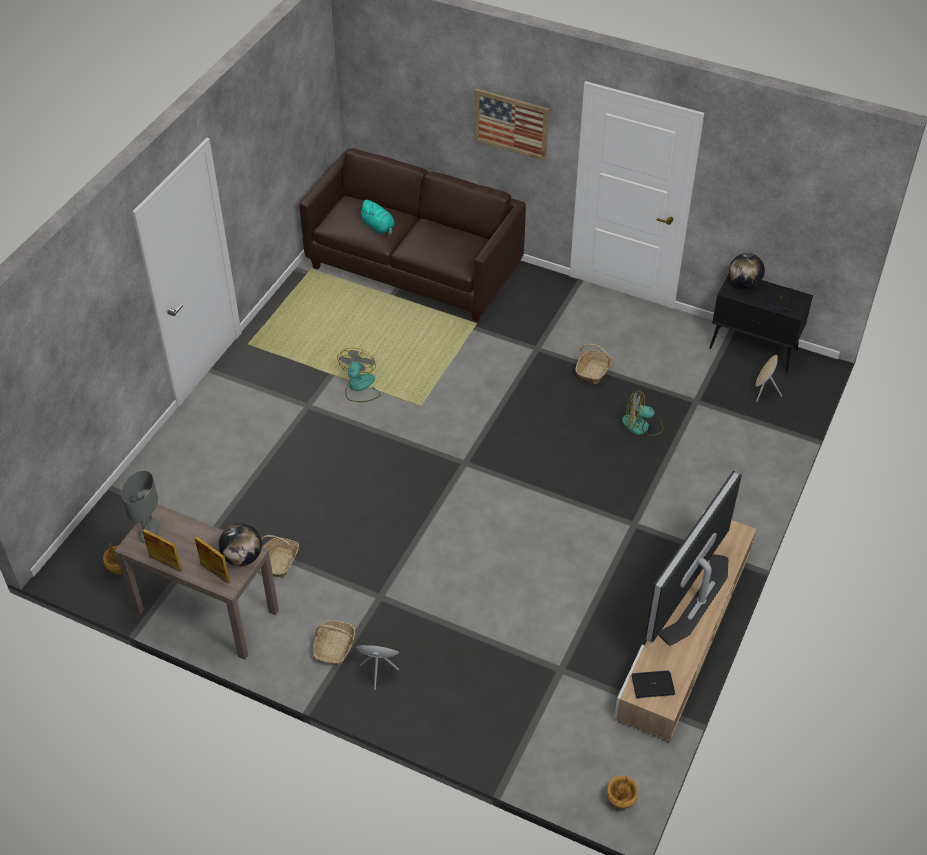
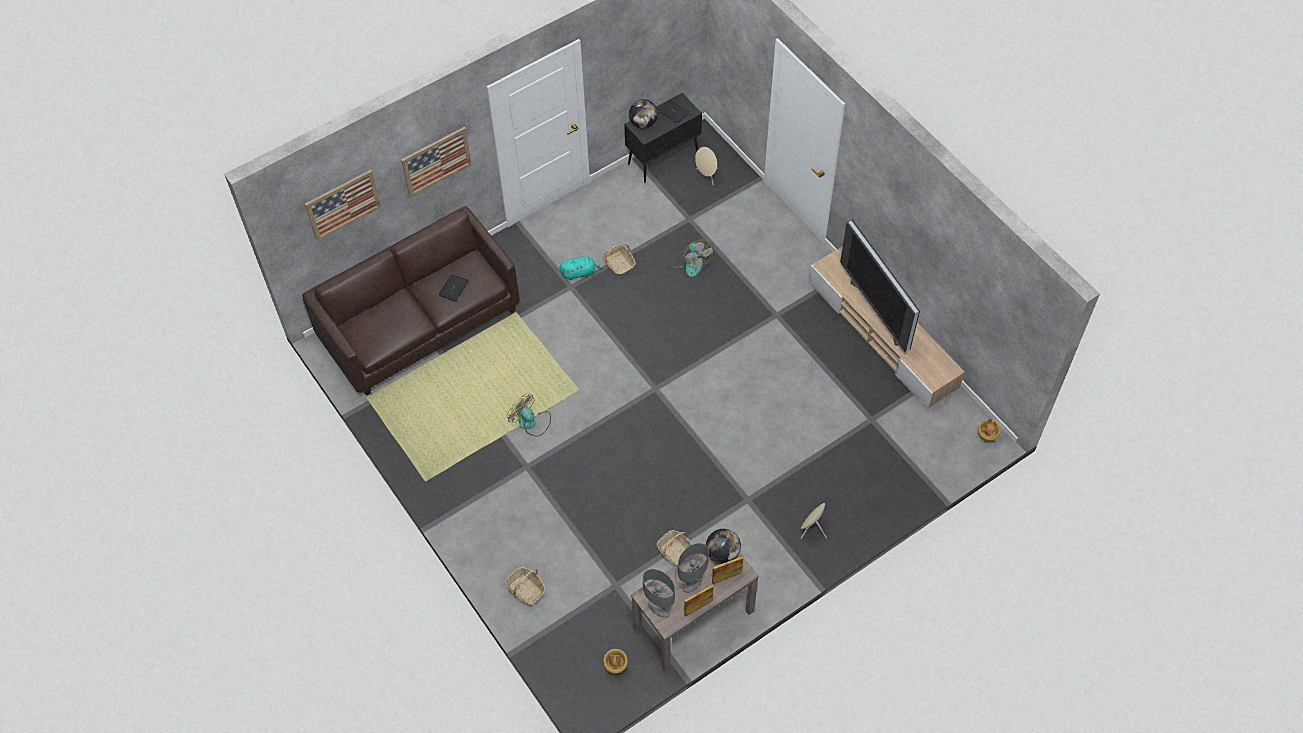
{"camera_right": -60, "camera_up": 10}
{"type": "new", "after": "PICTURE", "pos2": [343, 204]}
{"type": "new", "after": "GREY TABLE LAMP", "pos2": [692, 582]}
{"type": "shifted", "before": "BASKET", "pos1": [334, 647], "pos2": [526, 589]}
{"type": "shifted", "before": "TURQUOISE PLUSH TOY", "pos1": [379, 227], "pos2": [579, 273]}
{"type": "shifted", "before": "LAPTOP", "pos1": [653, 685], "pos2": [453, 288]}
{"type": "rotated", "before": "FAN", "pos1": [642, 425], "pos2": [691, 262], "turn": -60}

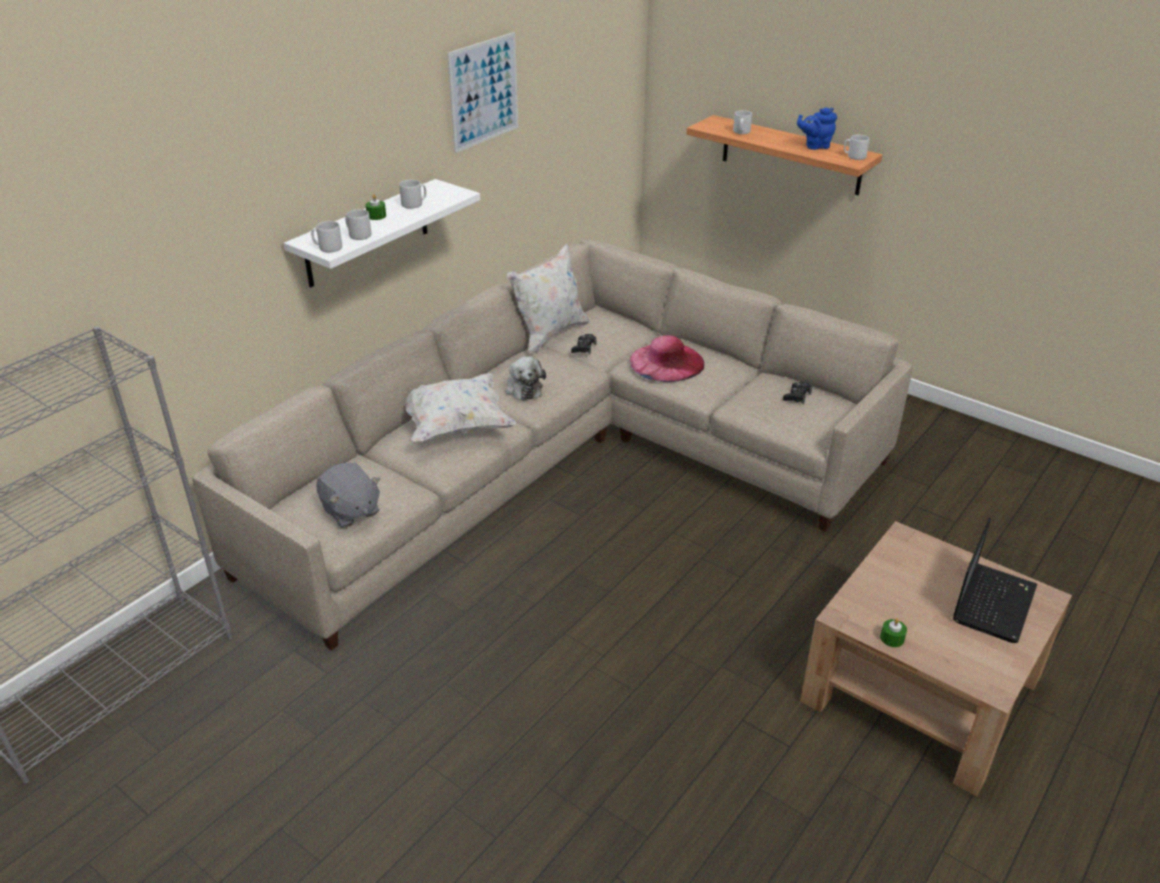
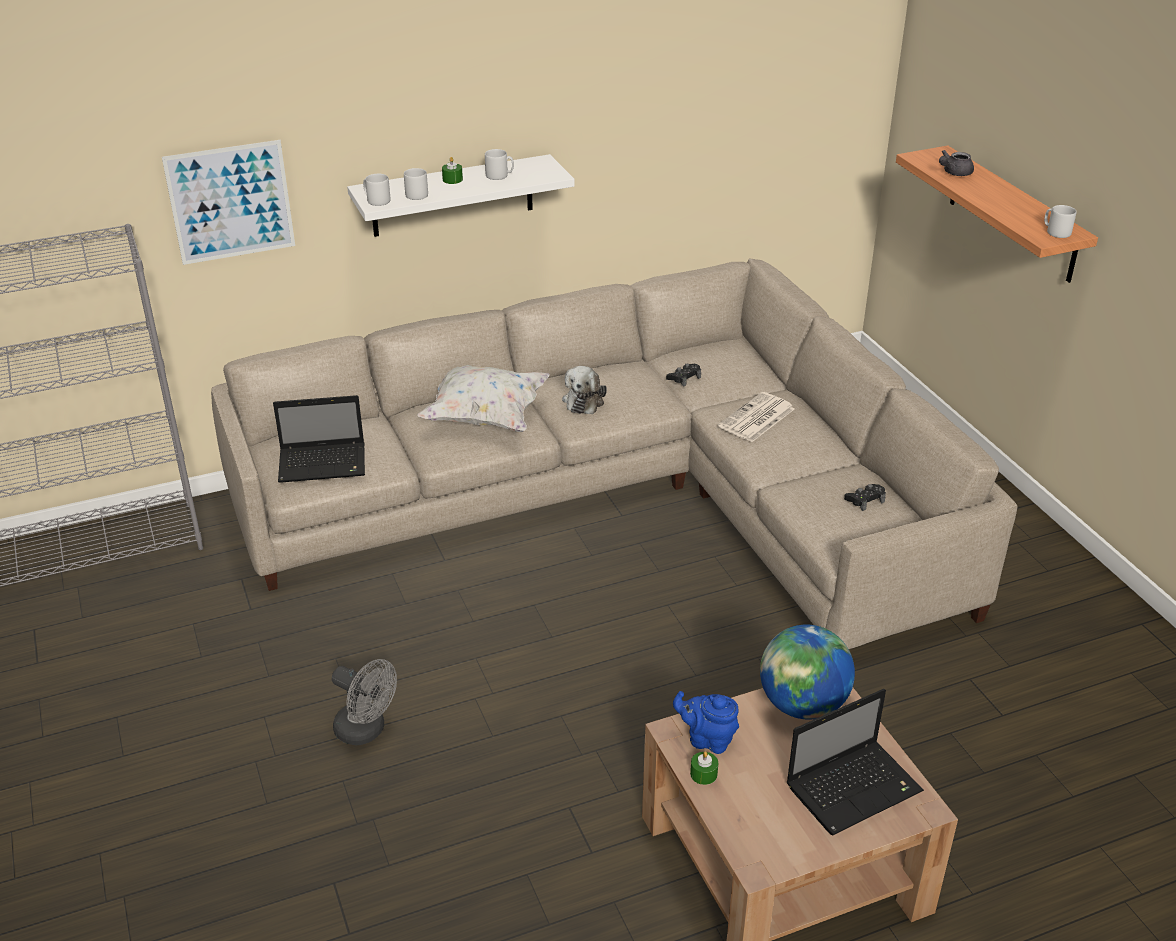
{"camera_right": 30, "camera_up": 0}
{"type": "gone", "before": "WHITE PILLOW", "pos1": [550, 334]}
{"type": "new", "after": "GREY FAN", "pos2": [366, 731]}
{"type": "new", "after": "GLOBE", "pos2": [802, 705]}
{"type": "shifted", "before": "PICTURE", "pos1": [484, 92], "pos2": [230, 202]}
{"type": "shifted", "before": "BLUE TEAPOT", "pos1": [815, 146], "pos2": [707, 739]}
{"type": "swapped", "before": "GREY PLUSH TOY", "after": "LAPTOP", "pos1": [350, 511], "pos2": [324, 464]}
{"type": "swapped", "before": "PINK HAT", "after": "NEWSPAPER", "pos1": [666, 362], "pos2": [756, 419]}
{"type": "swapped", "before": "GREY MUG", "after": "GREY TEAPOT", "pos1": [741, 132], "pos2": [953, 173]}

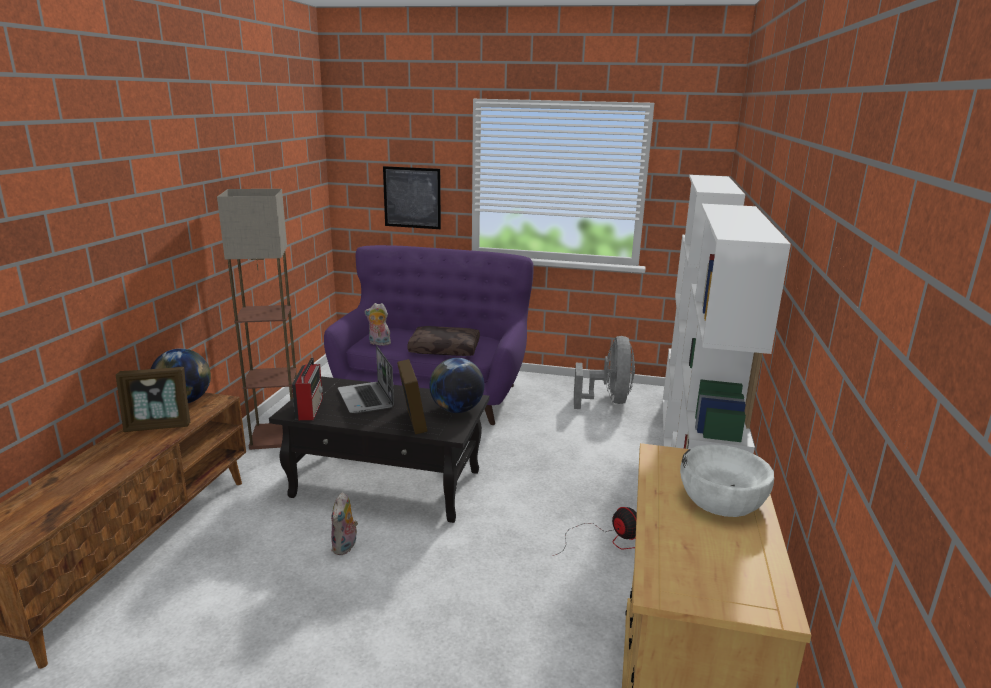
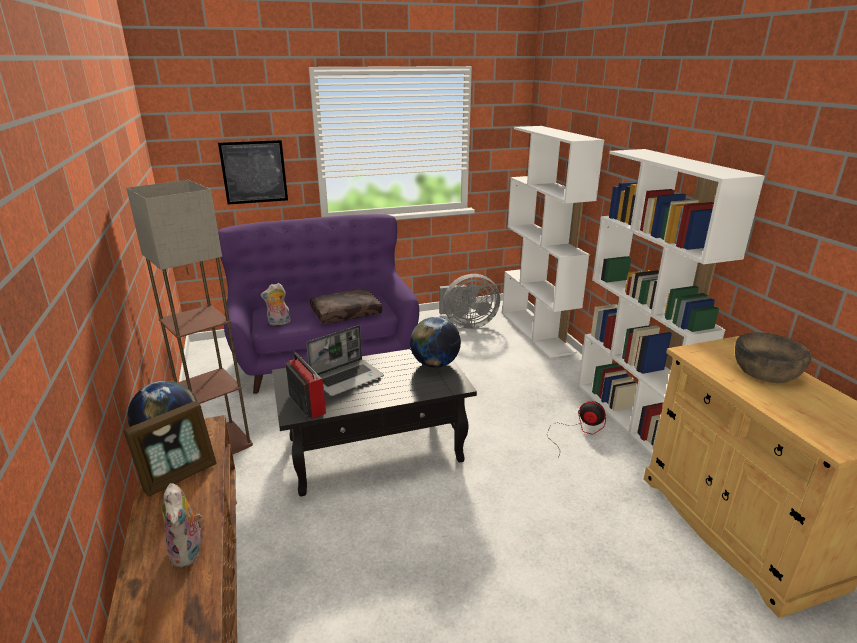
{"camera_right": -30, "camera_up": 5}
{"type": "gone", "before": "PICTURE FRAME", "pos1": [412, 421]}
{"type": "shifted", "before": "PLUSH TOY", "pos1": [345, 547], "pos2": [189, 552]}
{"type": "repainted", "before": "WHITE BOWL", "after": "BROWN BOWL", "pos1": [721, 498], "pos2": [766, 371]}
{"type": "rotated", "before": "LAPTOP", "pos1": [366, 399], "pos2": [347, 378], "turn": -75}
{"type": "rotated", "before": "GREY FAN", "pos1": [608, 401], "pos2": [467, 324], "turn": 105}

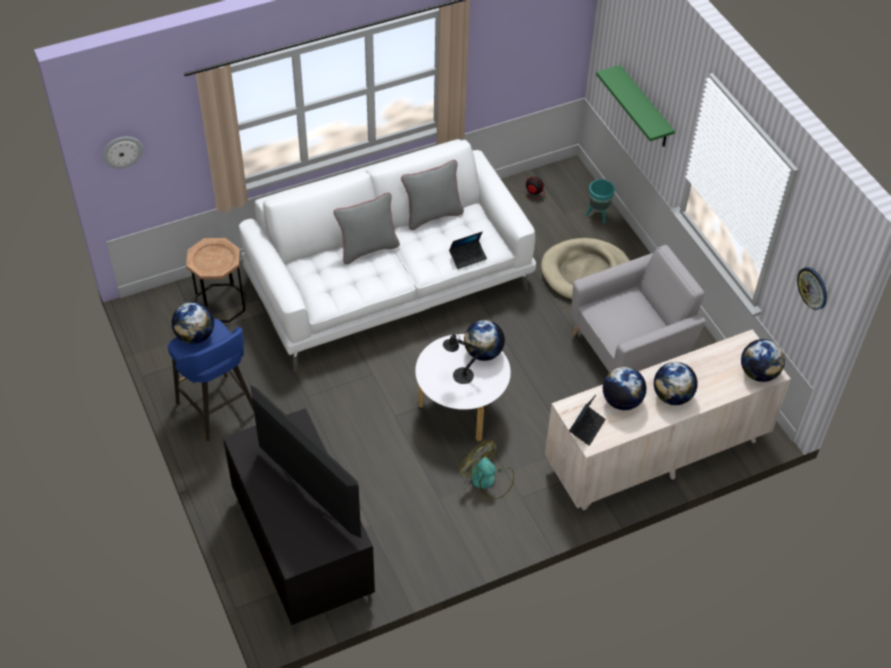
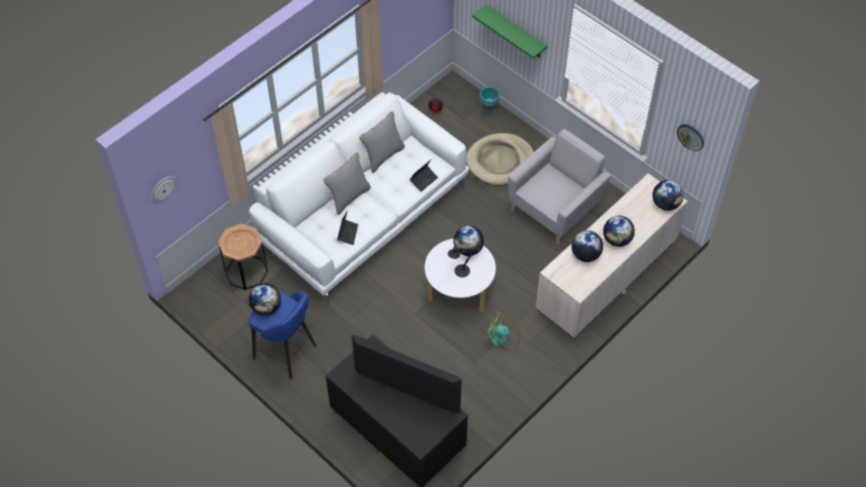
{"camera_right": -20, "camera_up": 5}
{"type": "shifted", "before": "LAPTOP", "pos1": [586, 427], "pos2": [347, 233]}

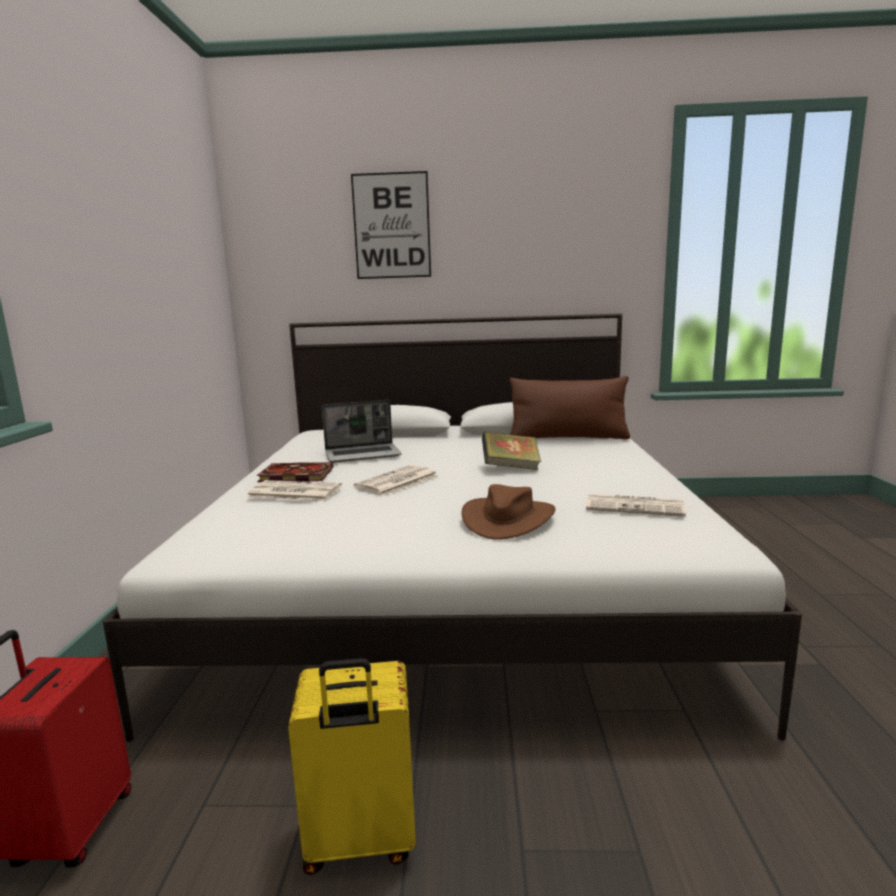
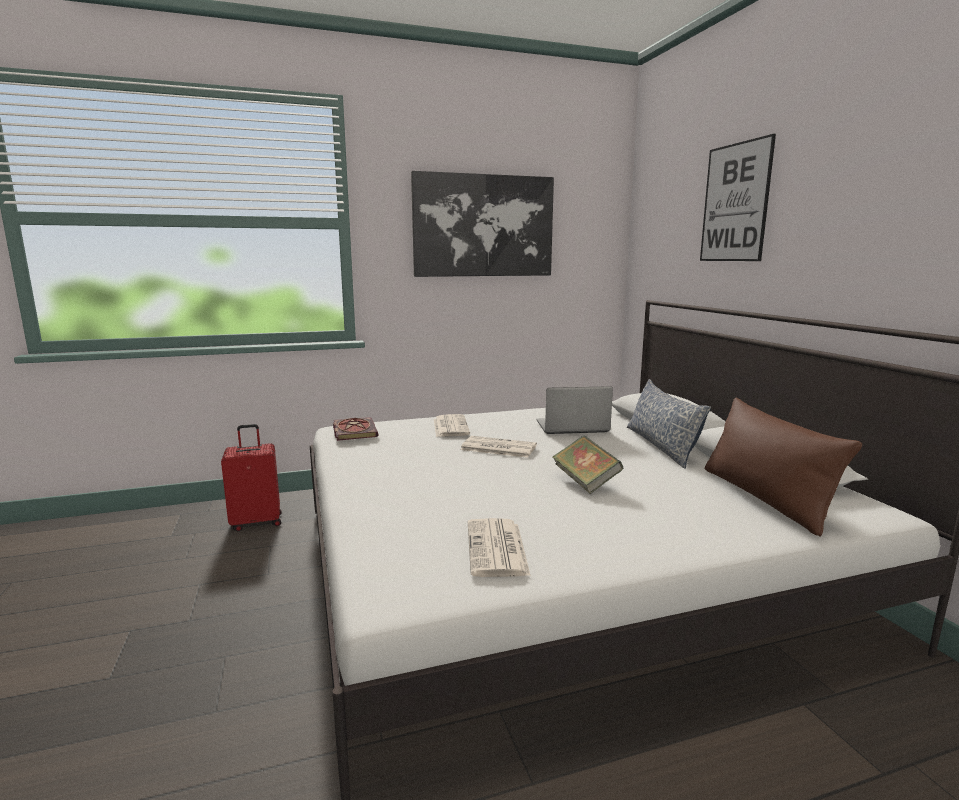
{"camera_right": 70, "camera_up": 0}
{"type": "gone", "before": "YELLOW SUITCASE", "pos1": [360, 842]}
{"type": "gone", "before": "BROWN HAT", "pos1": [508, 519]}
{"type": "new", "after": "PICTURE", "pos2": [483, 226]}
{"type": "new", "after": "PILLOW", "pos2": [661, 445]}
{"type": "shifted", "before": "BOOK", "pos1": [294, 476], "pos2": [353, 431]}
{"type": "rotated", "before": "LAPTOP", "pos1": [363, 454], "pos2": [571, 427], "turn": 120}

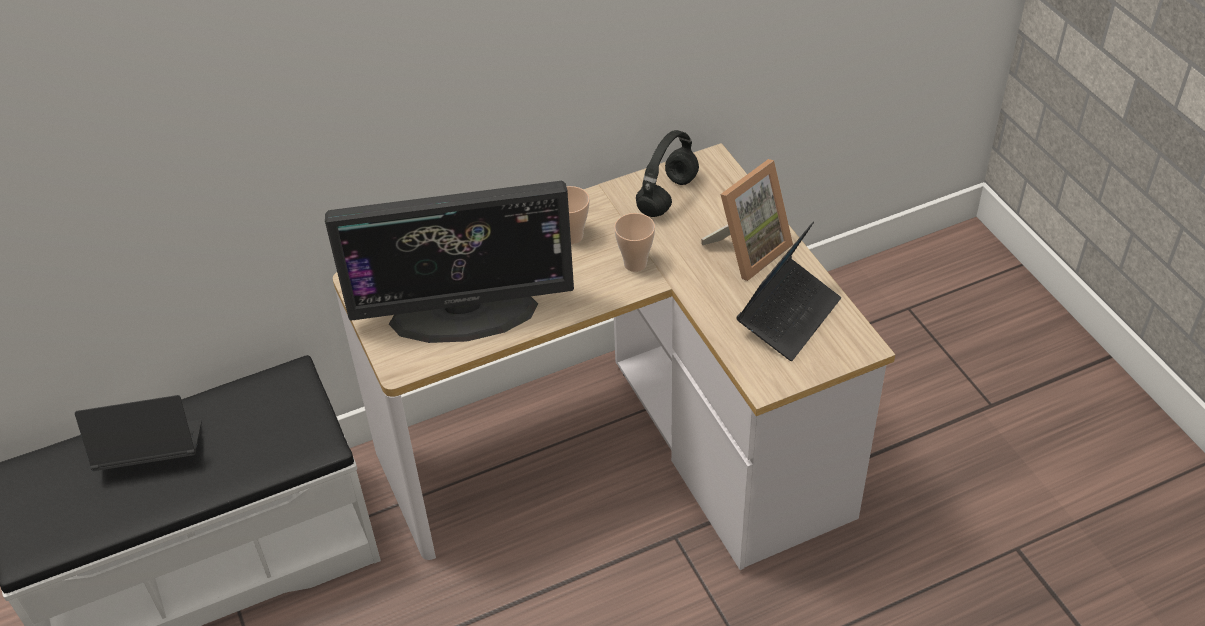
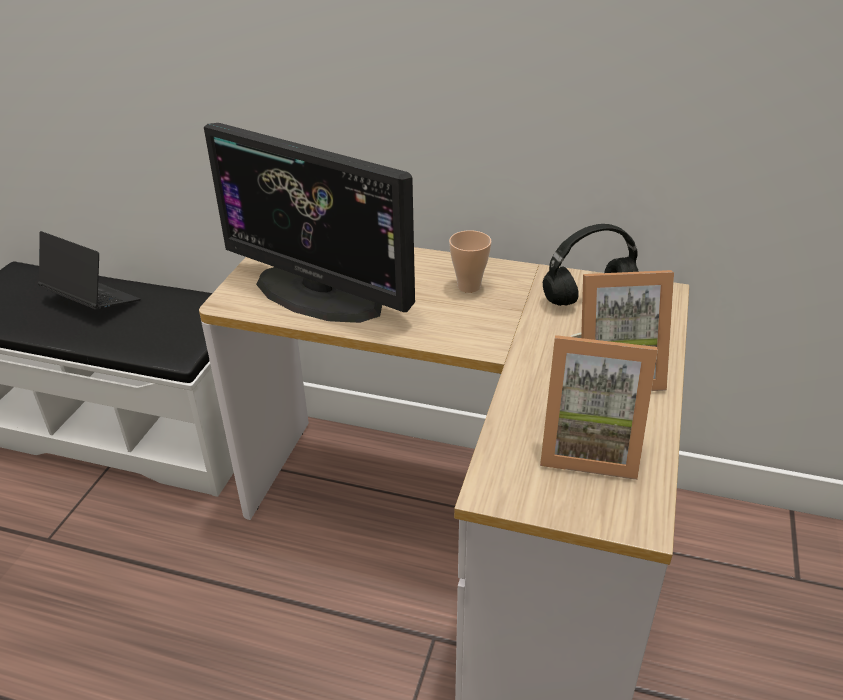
{"camera_right": 40, "camera_up": -10}
{"type": "gone", "before": "CUP", "pos1": [635, 264]}
{"type": "swapped", "before": "LAPTOP", "after": "PICTURE FRAME", "pos1": [788, 316], "pos2": [589, 447]}

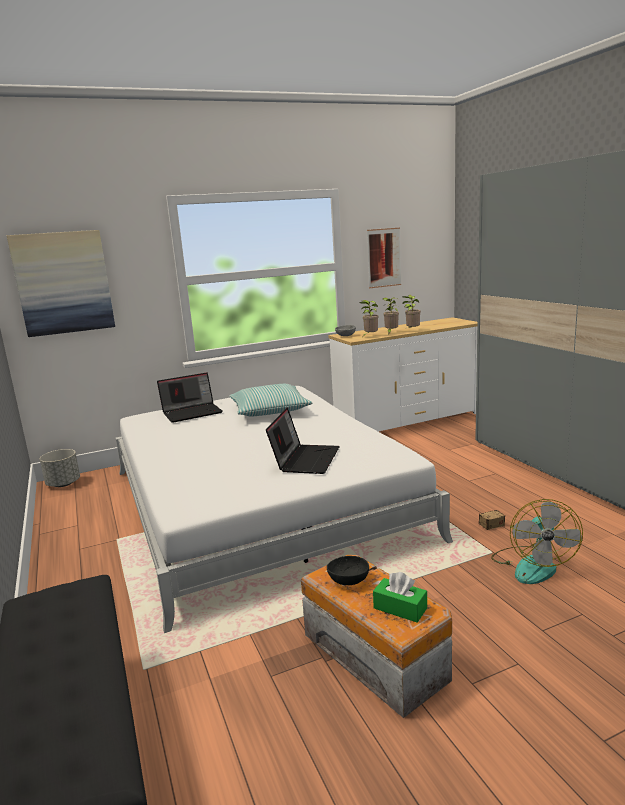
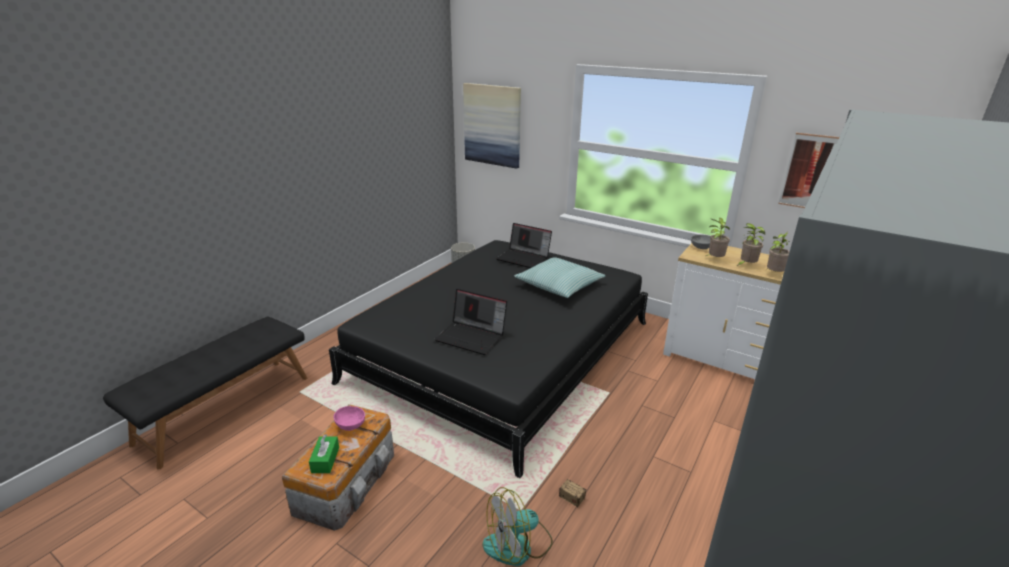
{"camera_right": 55, "camera_up": 10}
{"type": "repainted", "before": "WHITE BED", "after": "BLACK BED", "pos1": [258, 502], "pos2": [503, 351]}
{"type": "repainted", "before": "BLACK BOWL", "after": "PINK BOWL", "pos1": [348, 580], "pos2": [351, 425]}
{"type": "rotated", "before": "LAPTOP", "pos1": [305, 459], "pos2": [472, 337], "turn": 45}

